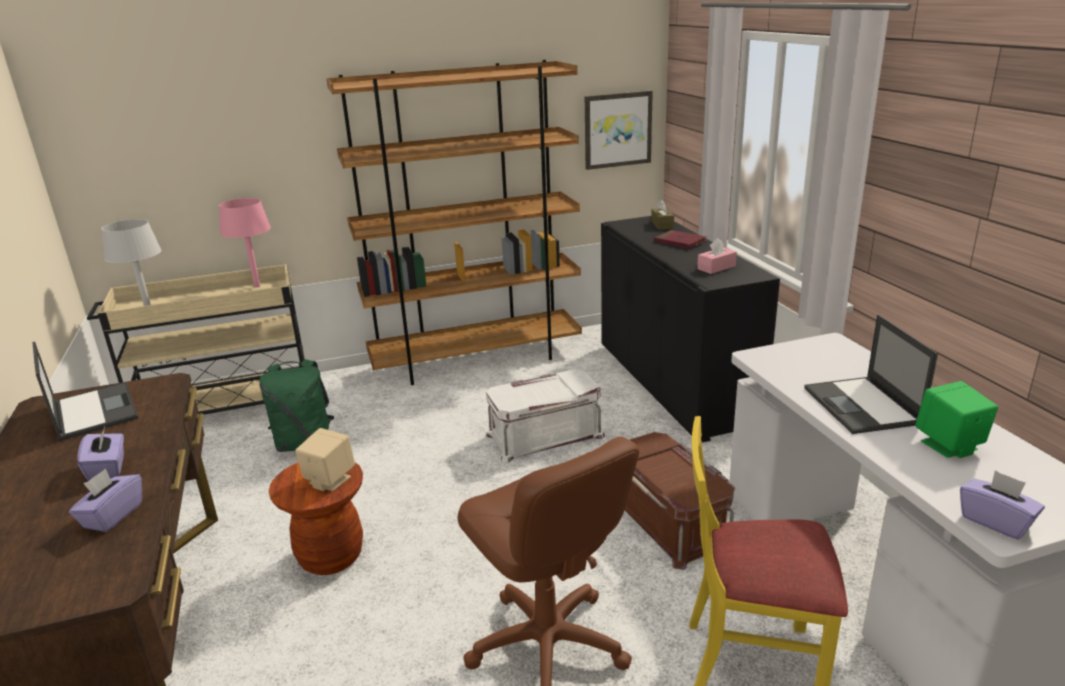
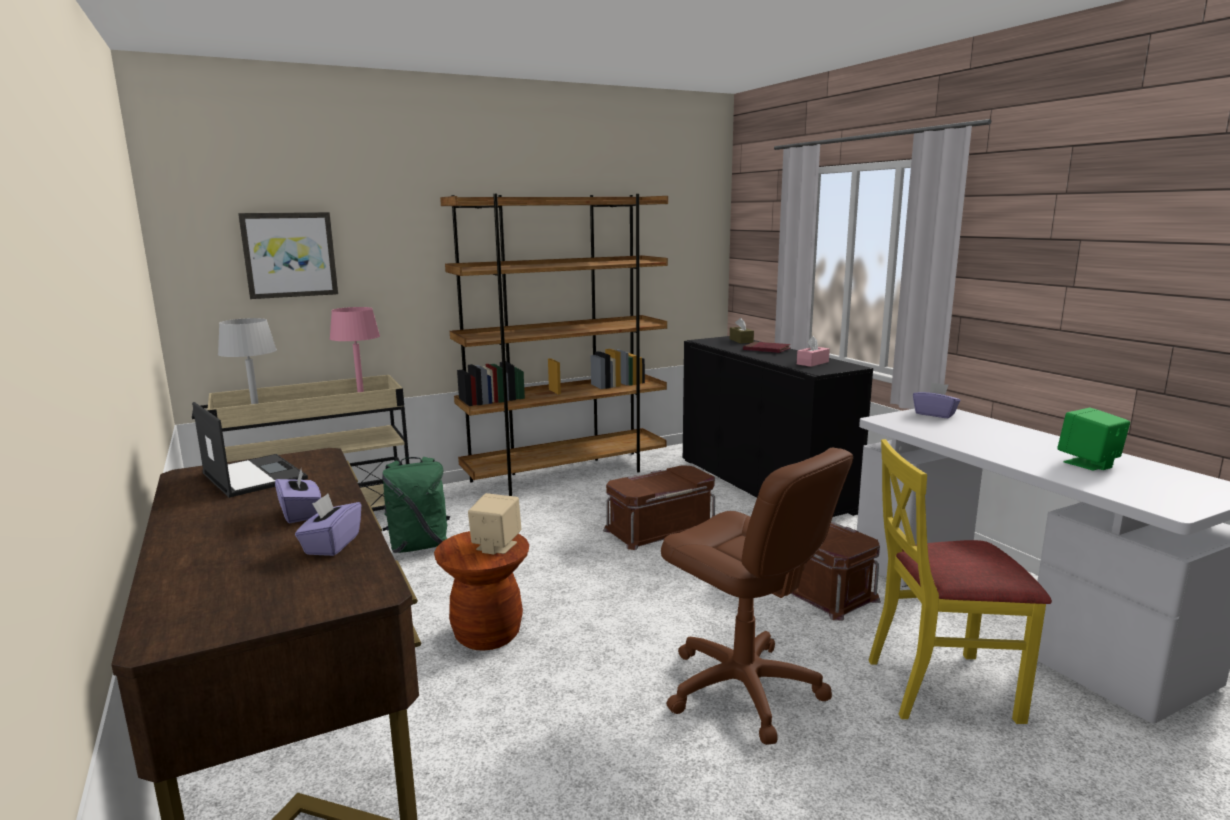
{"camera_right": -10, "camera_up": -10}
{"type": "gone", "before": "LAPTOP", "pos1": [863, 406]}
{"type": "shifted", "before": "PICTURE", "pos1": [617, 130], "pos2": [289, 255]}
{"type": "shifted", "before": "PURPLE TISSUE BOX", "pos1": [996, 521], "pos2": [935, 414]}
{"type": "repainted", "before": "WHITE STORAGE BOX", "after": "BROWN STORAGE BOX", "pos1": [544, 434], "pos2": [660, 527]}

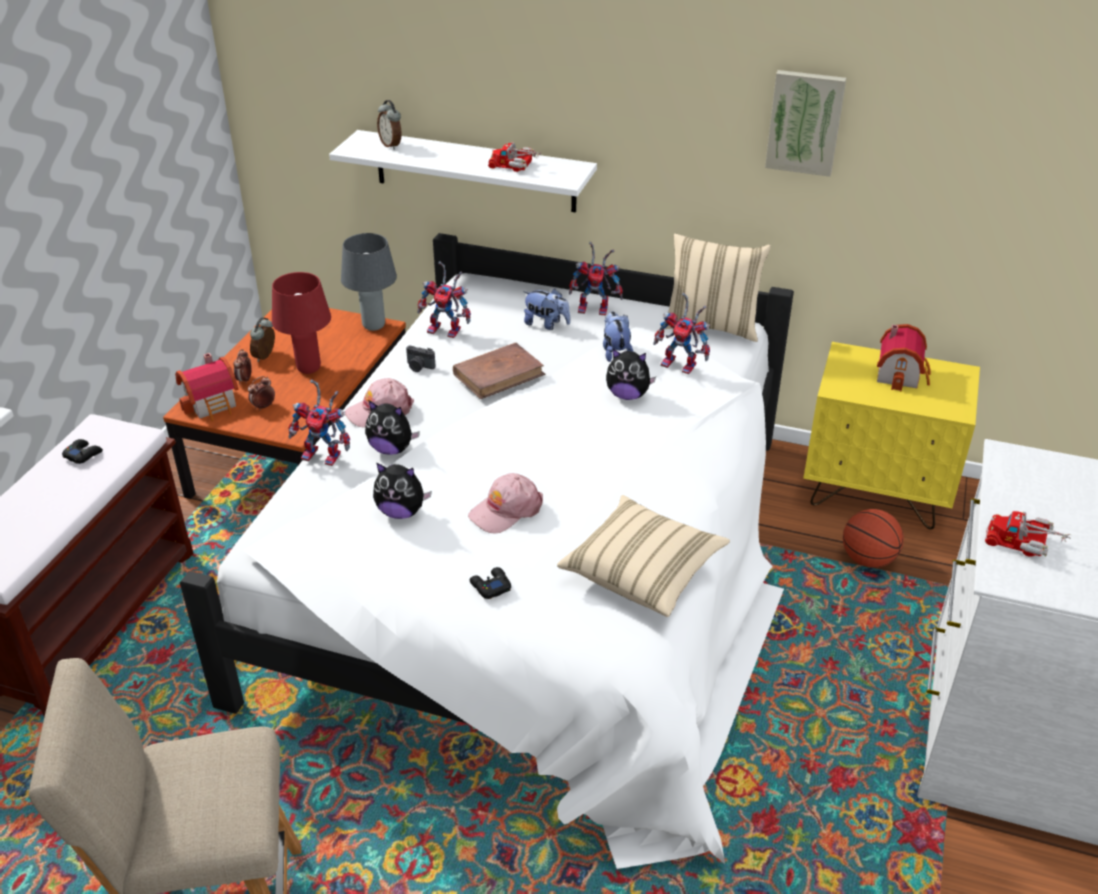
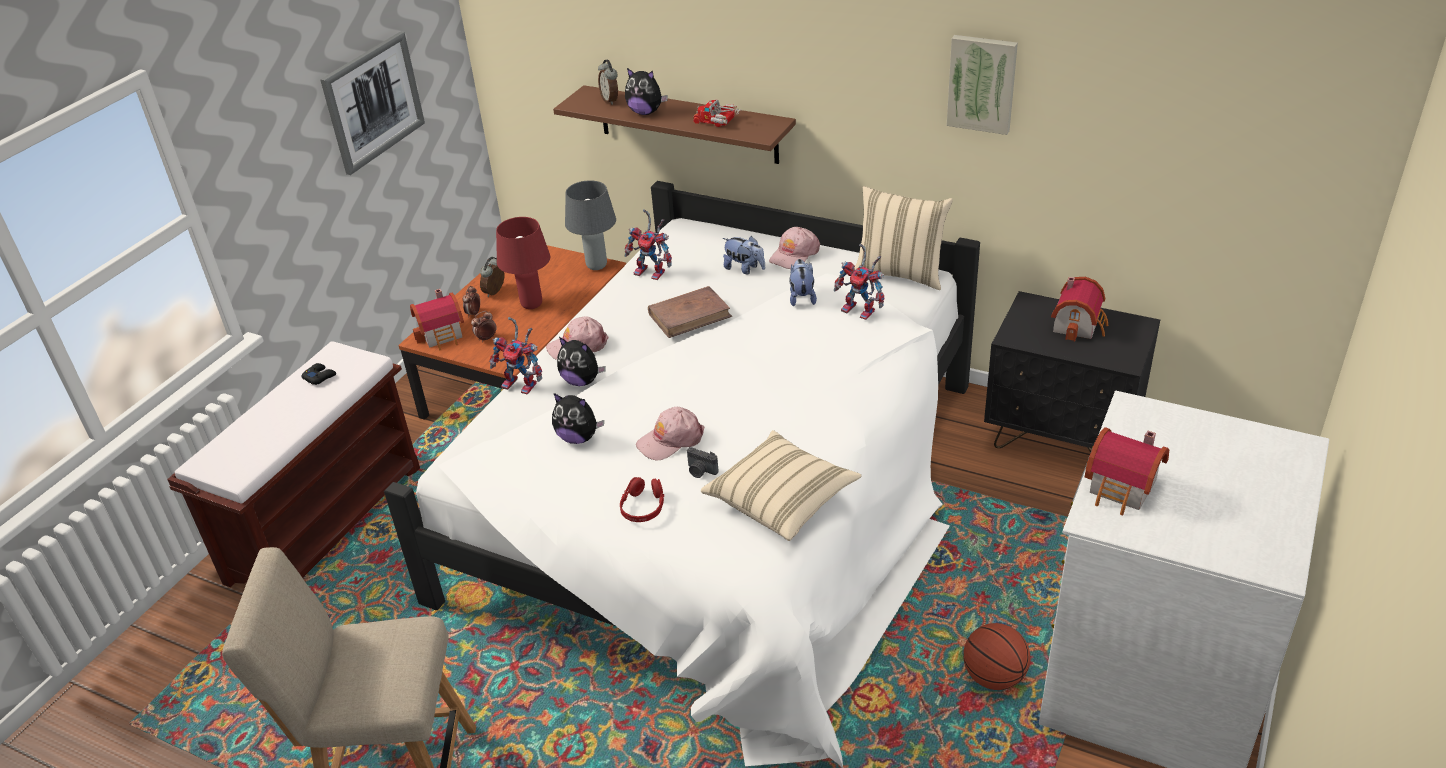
{"camera_right": 10, "camera_up": 0}
{"type": "new", "after": "PICTURE", "pos2": [373, 102]}
{"type": "shifted", "before": "PHOTO CAMERA", "pos1": [419, 367], "pos2": [700, 471]}
{"type": "shifted", "before": "PLUSH TOY", "pos1": [628, 395], "pos2": [646, 112]}
{"type": "shifted", "before": "BASKETBALL", "pos1": [867, 559], "pos2": [993, 677]}
{"type": "swapped", "before": "BLACK GAME CONTROLLER", "after": "RED HEADPHONES", "pos1": [490, 586], "pos2": [643, 507]}
{"type": "swapped", "before": "TOY ROBOT", "after": "PINK CAP", "pos1": [596, 308], "pos2": [794, 255]}
{"type": "swapped", "before": "TOY TRUCK", "after": "TOY HOUSE", "pos1": [1024, 543], "pos2": [1123, 489]}
{"type": "repainted", "before": "WHITE SHELF", "after": "BROWN SHELF", "pos1": [475, 171], "pos2": [687, 124]}
{"type": "repainted", "before": "YELLOW NIGHTSTAND", "after": "BLACK NIGHTSTAND", "pos1": [875, 493], "pos2": [1061, 439]}

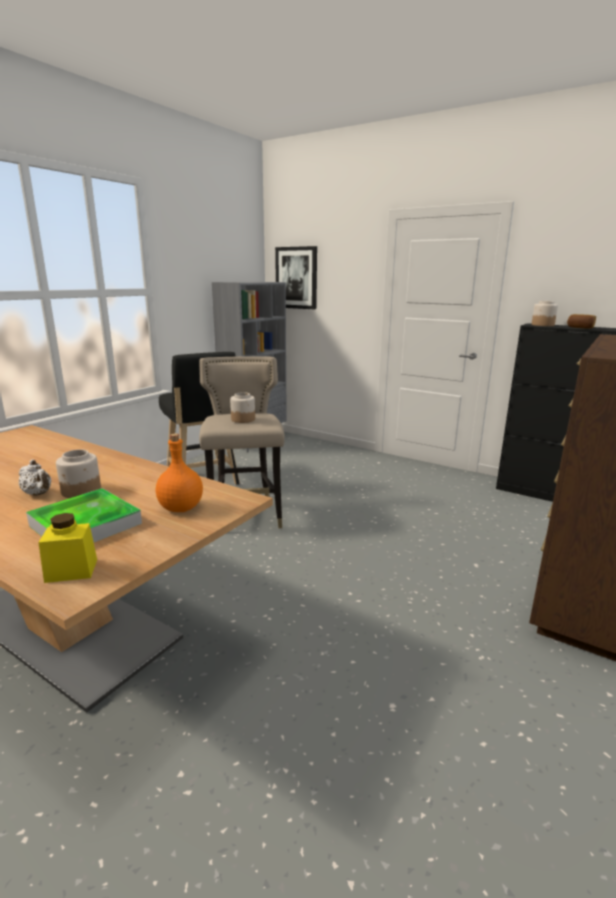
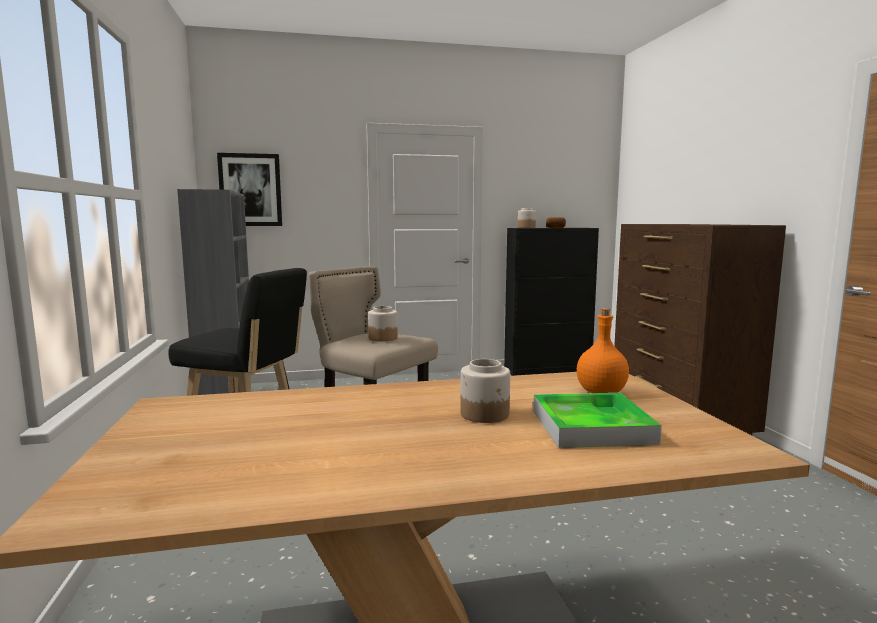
{"camera_right": -45, "camera_up": -10}
{"type": "gone", "before": "WHITE TEAPOT", "pos1": [38, 494]}
{"type": "gone", "before": "YELLOW JAR", "pos1": [71, 570]}

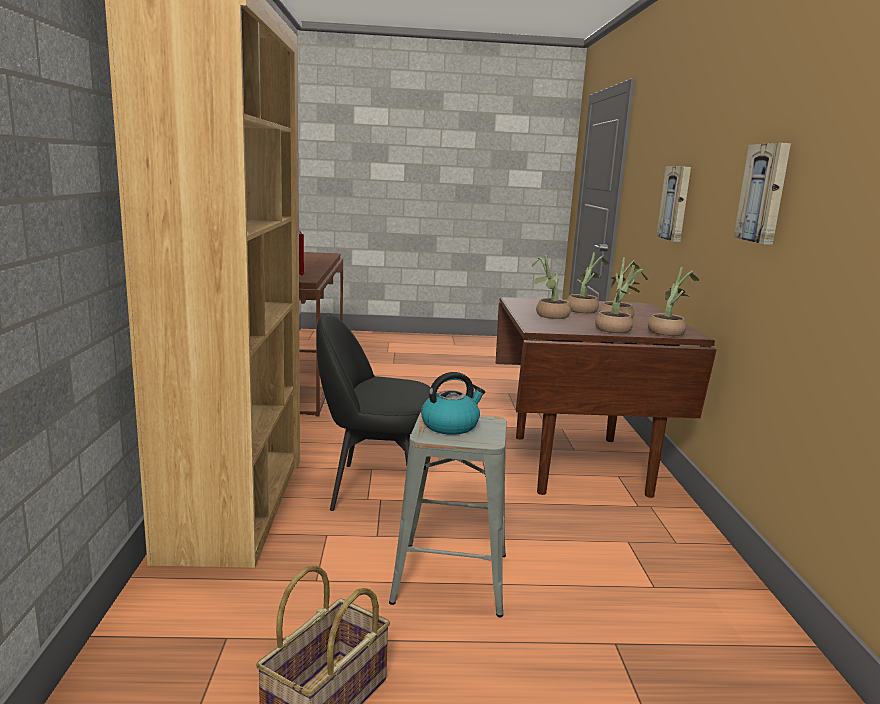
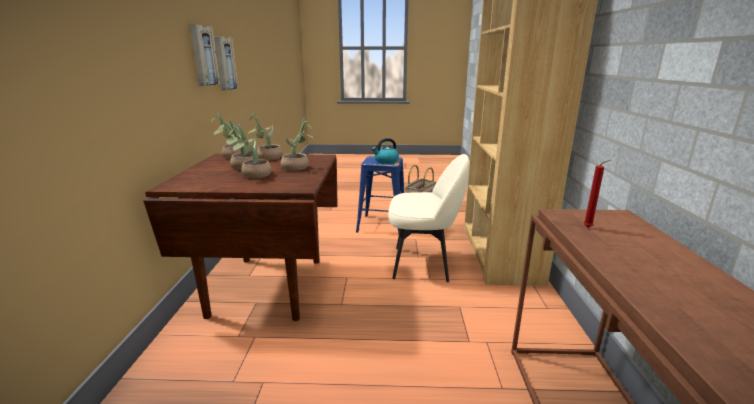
{"camera_right": -175, "camera_up": 5}
{"type": "shifted", "before": "PICTURE", "pos1": [676, 203], "pos2": [224, 63]}
{"type": "repainted", "before": "BLACK CHAIR", "after": "BEIGE CHAIR", "pos1": [375, 488], "pos2": [423, 264]}
{"type": "repainted", "before": "GREY STOOL", "after": "BLUE STOOL", "pos1": [450, 578], "pos2": [382, 224]}

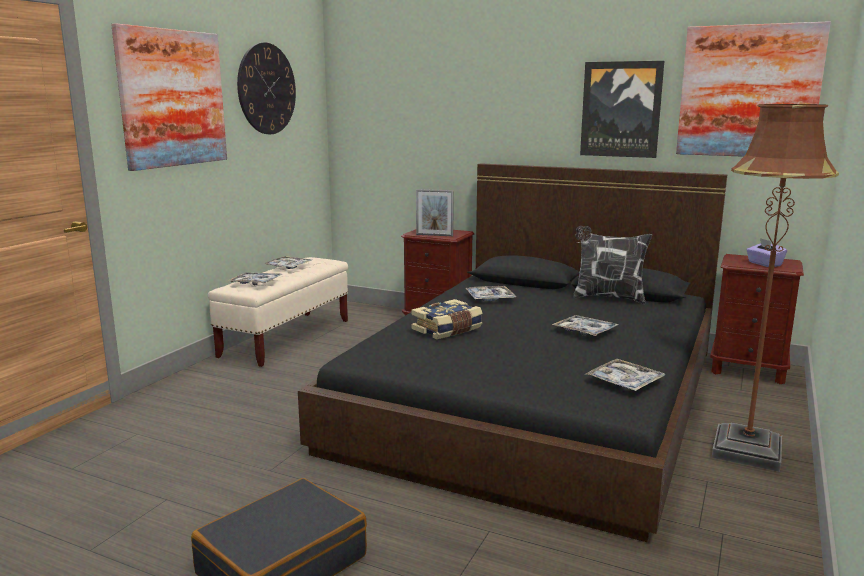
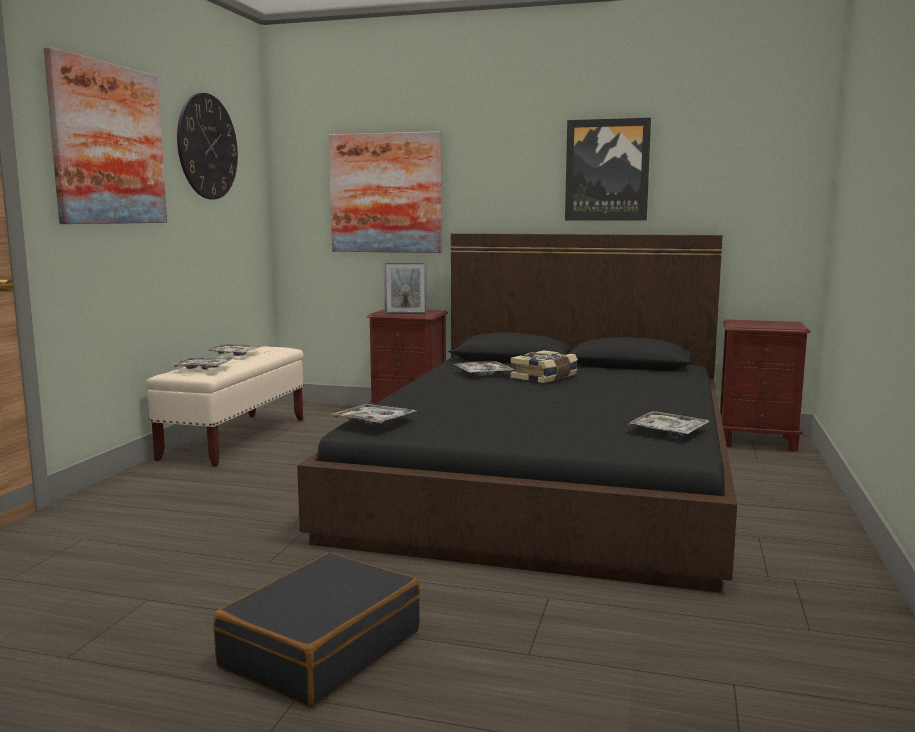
{"camera_right": -10, "camera_up": -5}
{"type": "gone", "before": "PILLOW", "pos1": [607, 298]}
{"type": "gone", "before": "BROWN FLOOR LAMP", "pos1": [746, 450]}
{"type": "gone", "before": "PURPLE TISSUE BOX", "pos1": [764, 264]}
{"type": "shifted", "before": "BOOK", "pos1": [448, 330], "pos2": [545, 377]}
{"type": "shifted", "before": "TRAY", "pos1": [585, 331], "pos2": [374, 421]}
{"type": "shifted", "before": "PICTURE", "pos1": [748, 91], "pos2": [386, 193]}

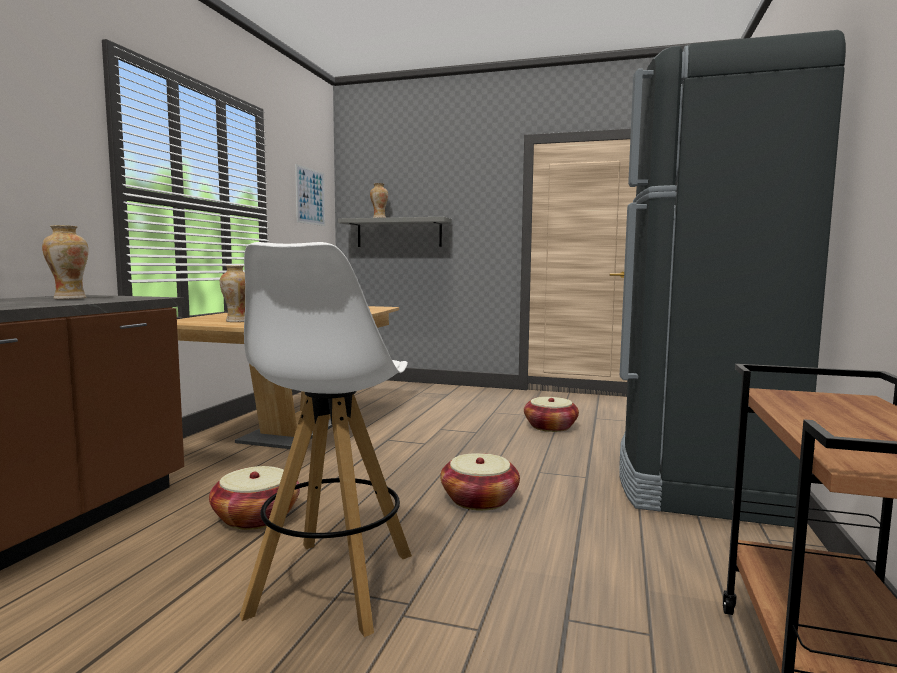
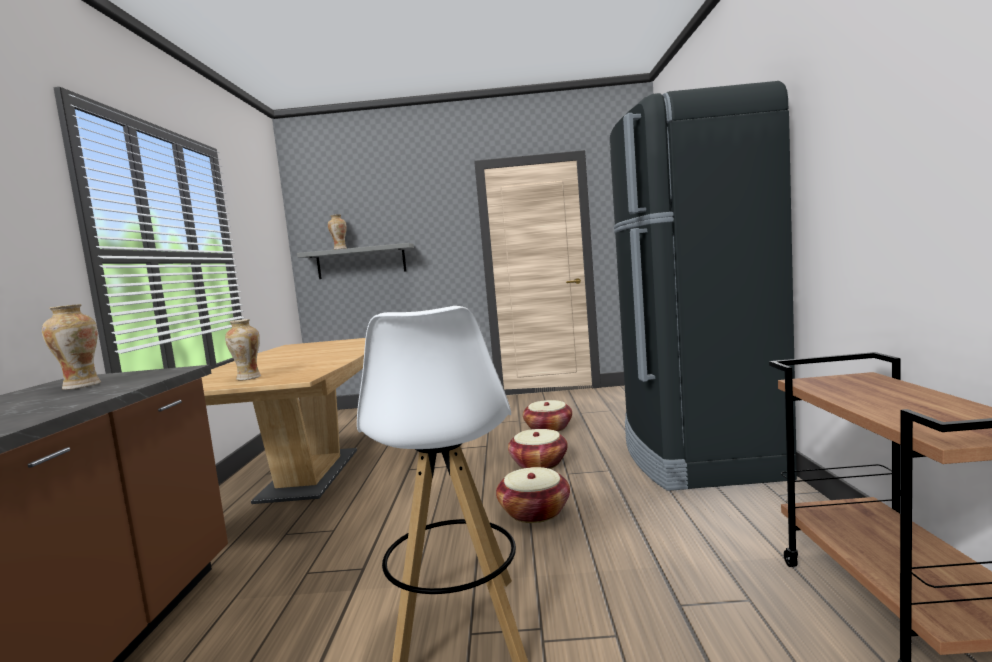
{"camera_right": -15, "camera_up": 0}
{"type": "gone", "before": "PICTURE", "pos1": [310, 196]}
{"type": "shifted", "before": "BASKET", "pos1": [256, 517], "pos2": [539, 464]}

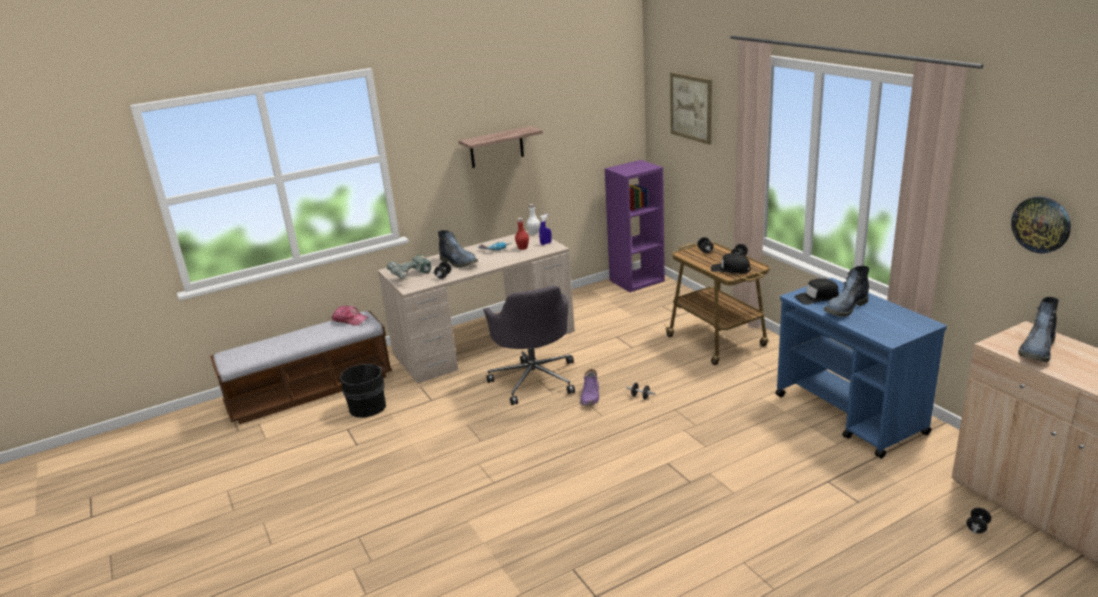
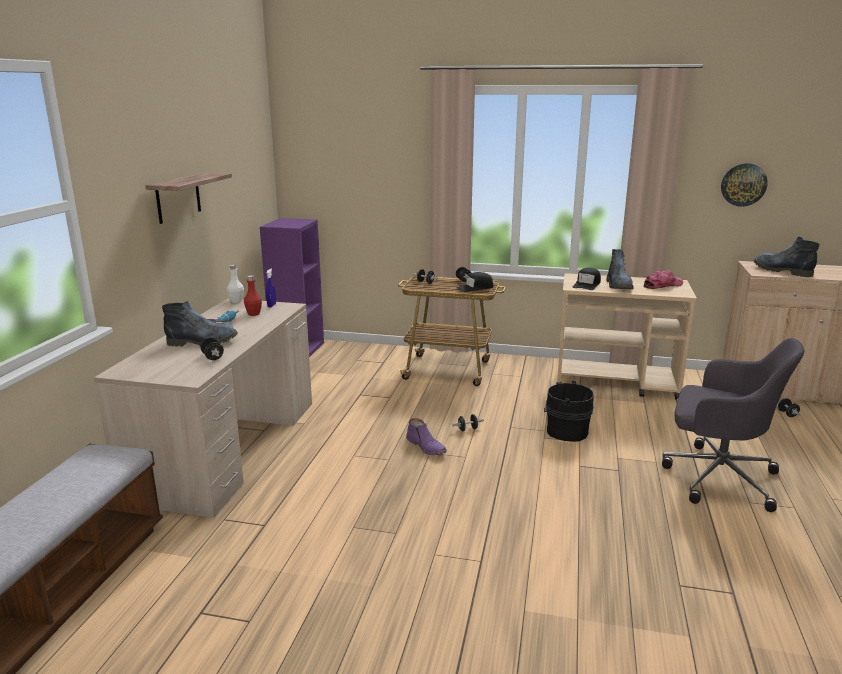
{"camera_right": -50, "camera_up": -5}
{"type": "gone", "before": "POWER DRILL", "pos1": [412, 277]}
{"type": "gone", "before": "PICTURE", "pos1": [691, 107]}
{"type": "shifted", "before": "CAP", "pos1": [350, 320], "pos2": [662, 285]}
{"type": "shifted", "before": "BLACK BUCKET", "pos1": [367, 406], "pos2": [565, 431]}
{"type": "shifted", "before": "GREY OFFICE CHAIR", "pos1": [534, 379], "pos2": [717, 477]}
{"type": "repainted", "before": "BLUE CART", "after": "BEIGE CART", "pos1": [850, 415], "pos2": [617, 383]}
{"type": "rotated", "before": "BOOT", "pos1": [1037, 350], "pos2": [781, 270], "turn": 150}

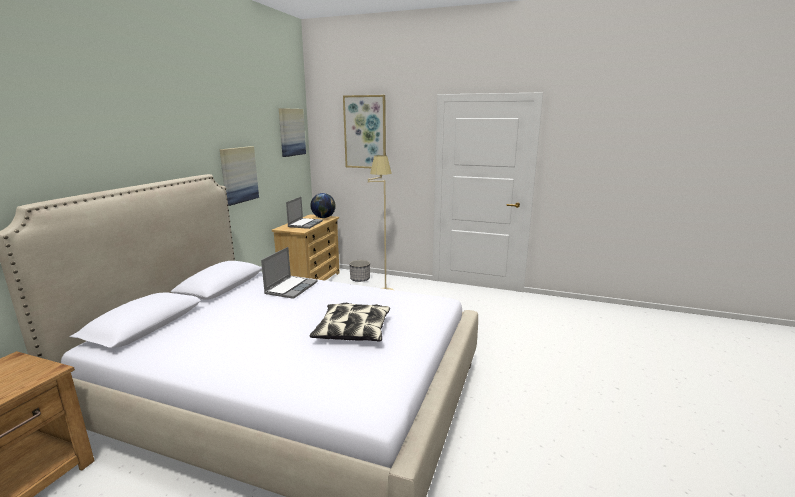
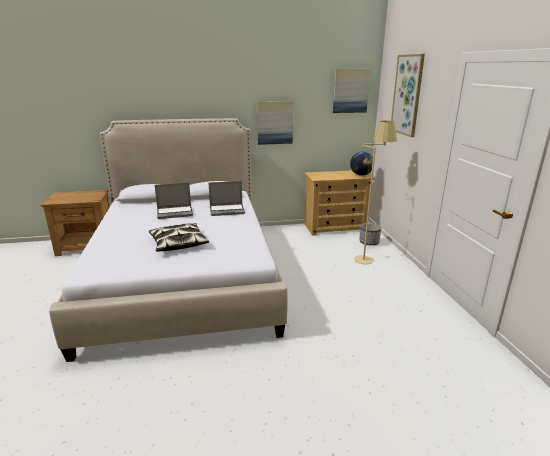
{"camera_right": 60, "camera_up": 5}
{"type": "shifted", "before": "LAPTOP", "pos1": [305, 224], "pos2": [175, 213]}

